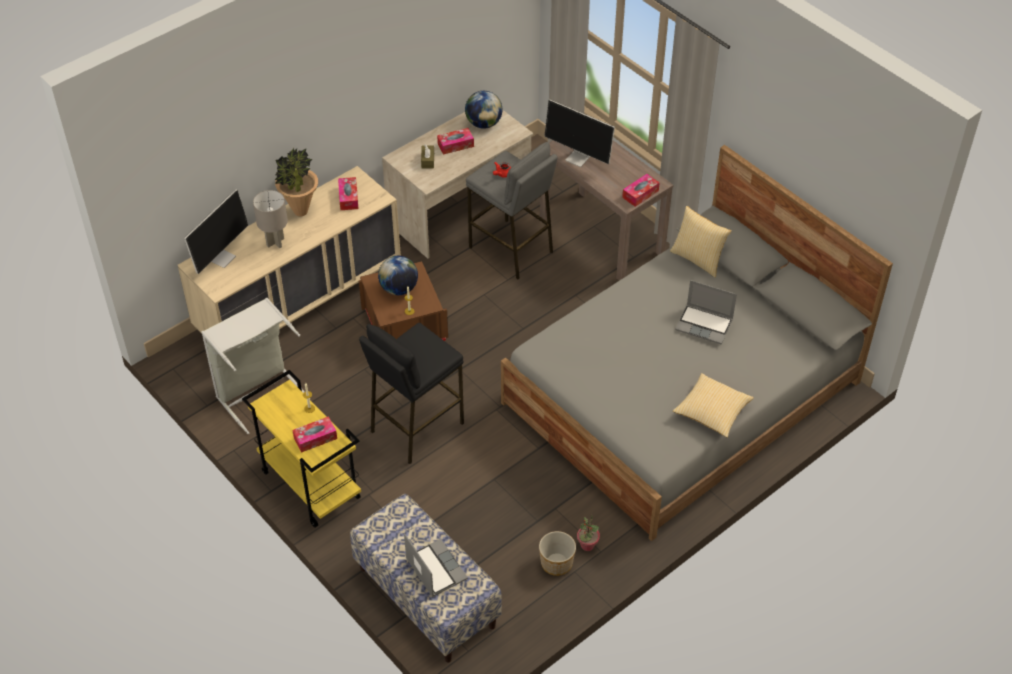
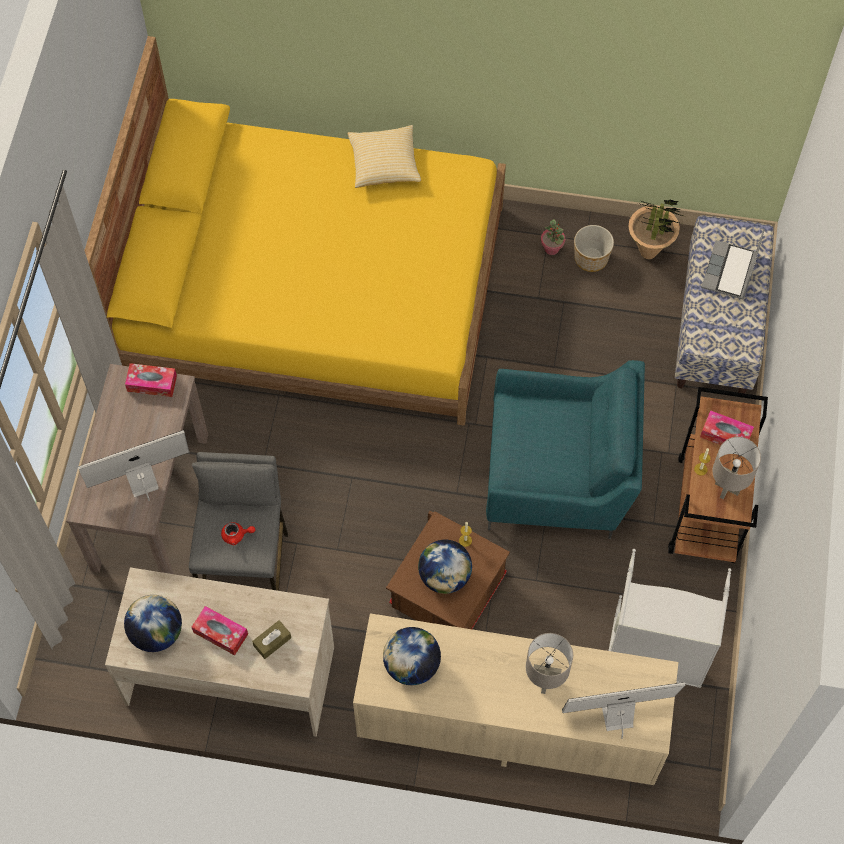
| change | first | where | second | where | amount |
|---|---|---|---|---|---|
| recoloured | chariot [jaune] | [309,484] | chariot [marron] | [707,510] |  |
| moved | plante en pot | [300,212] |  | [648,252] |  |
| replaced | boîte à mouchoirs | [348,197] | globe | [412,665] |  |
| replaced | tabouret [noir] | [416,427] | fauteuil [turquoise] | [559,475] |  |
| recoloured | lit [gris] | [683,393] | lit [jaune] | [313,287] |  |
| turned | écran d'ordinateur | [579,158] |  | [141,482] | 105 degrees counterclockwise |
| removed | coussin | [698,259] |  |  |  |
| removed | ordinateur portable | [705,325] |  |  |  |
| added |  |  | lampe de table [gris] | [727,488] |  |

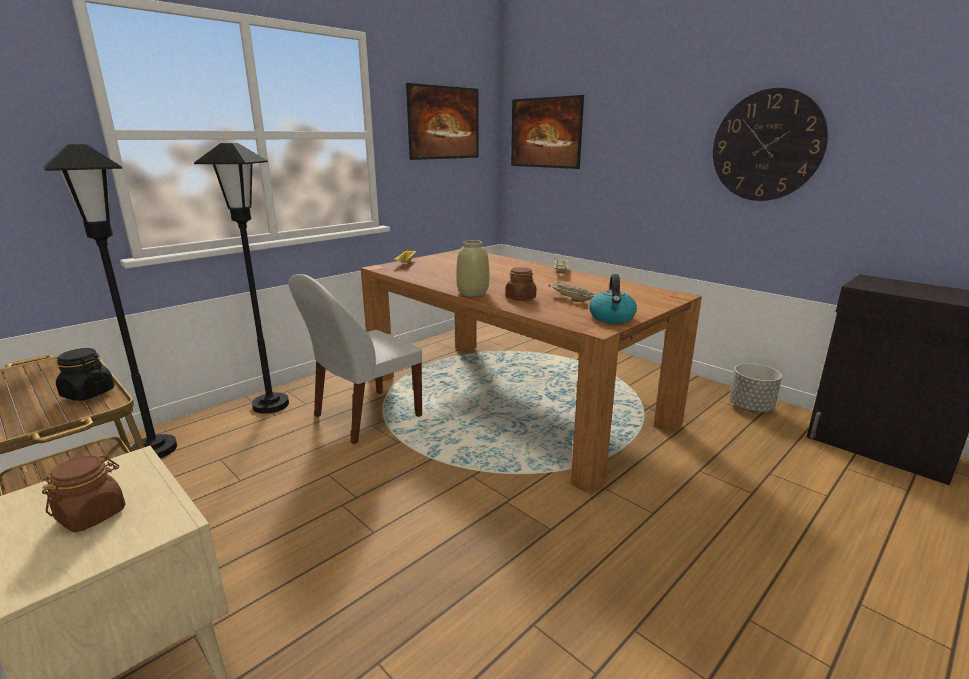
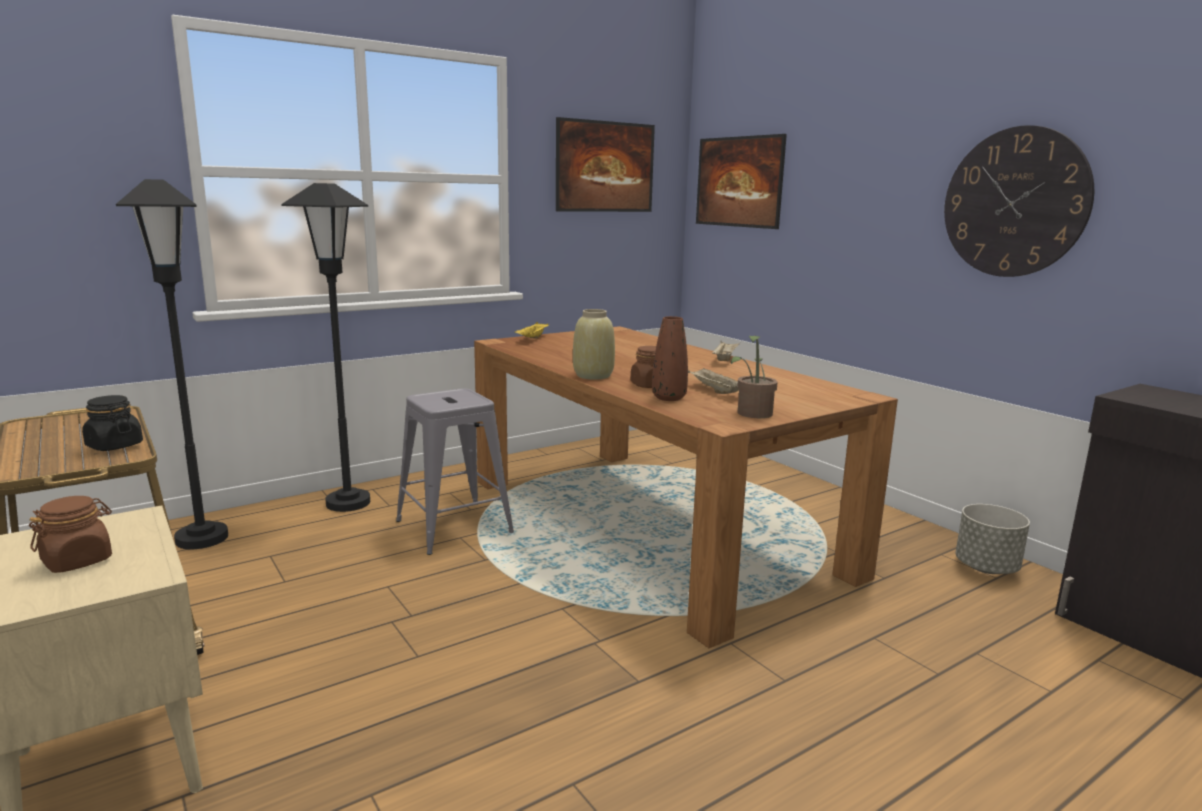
| change | first | where | second | where | amount |
|---|---|---|---|---|---|
| replaced | chaise [blanc] | [365,417] | tabouret [gris] | [455,527] |  |
| replaced | bouilloire | [612,318] | plante en pot | [752,414] |  |
| added |  |  | vase [marron] | [669,398] |  |

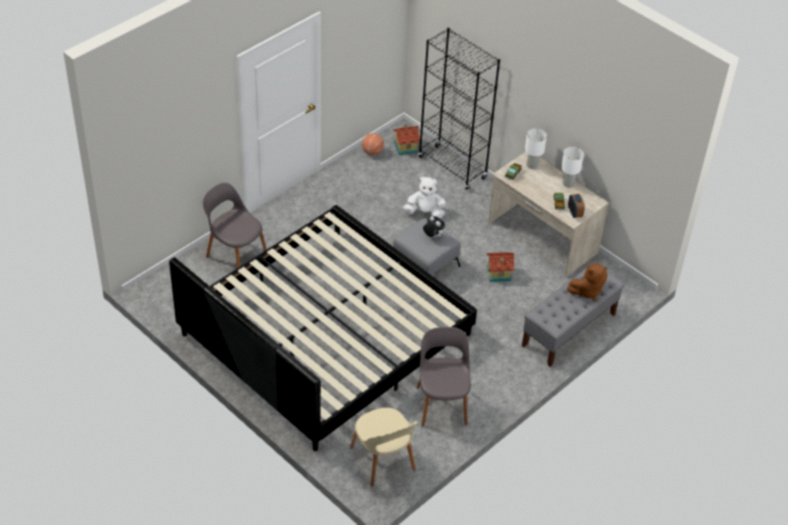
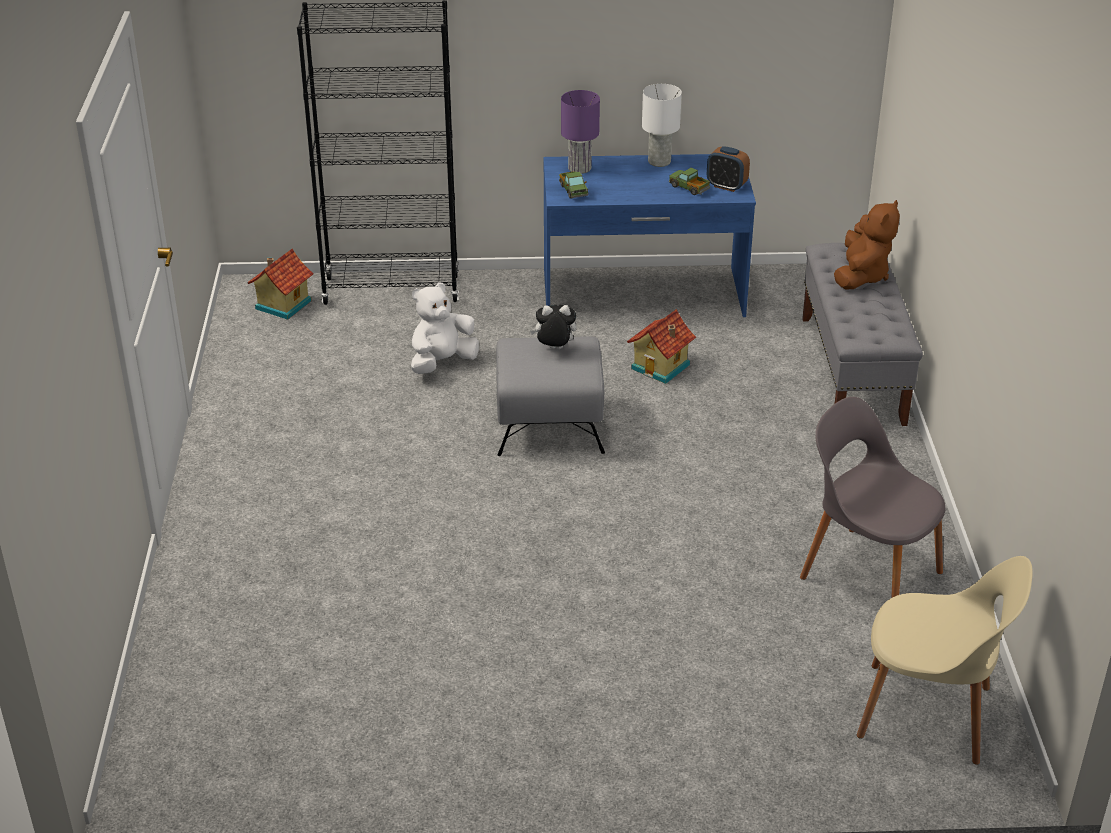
| change | first | where | second | where | amount |
|---|---|---|---|---|---|
| removed | lit | [326,334] |  |  |  |
| removed | chaise [gris] | [235,255] |  |  |  |
| removed | ballon de basket | [372,152] |  |  |  |
| recoloured | bureau [beige] | [542,238] | bureau [bleu] | [643,294] |  |
| recoloured | lampe de table [blanc] | [532,165] | lampe de table [violet] | [579,169] |  |

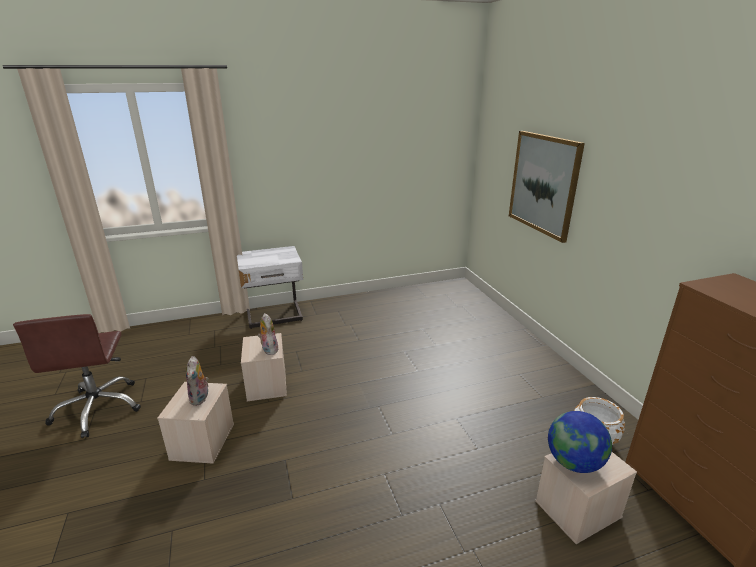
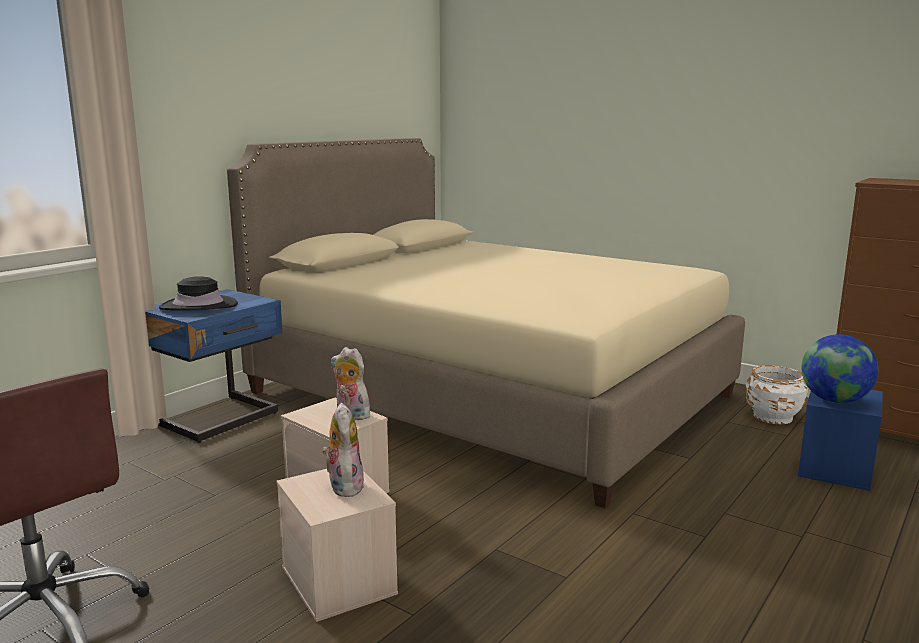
| change | first | where | second | where | amount |
|---|---|---|---|---|---|
| turned | peluche | [200,398] |  | [343,486] | 150 degrees counterclockwise |
| recoloured | table de chevet [blanc] | [275,316] | table de chevet [bleu] | [220,419] |  |
| removed | tableau | [543,184] |  |  |  |
| recoloured | boîte de rangement [beige] | [577,510] | boîte de rangement [bleu] | [836,468] |  |
| added |  |  | chapeau [noir] | [199,306] |  |
| added |  |  | lit [beige] | [489,394] |  |

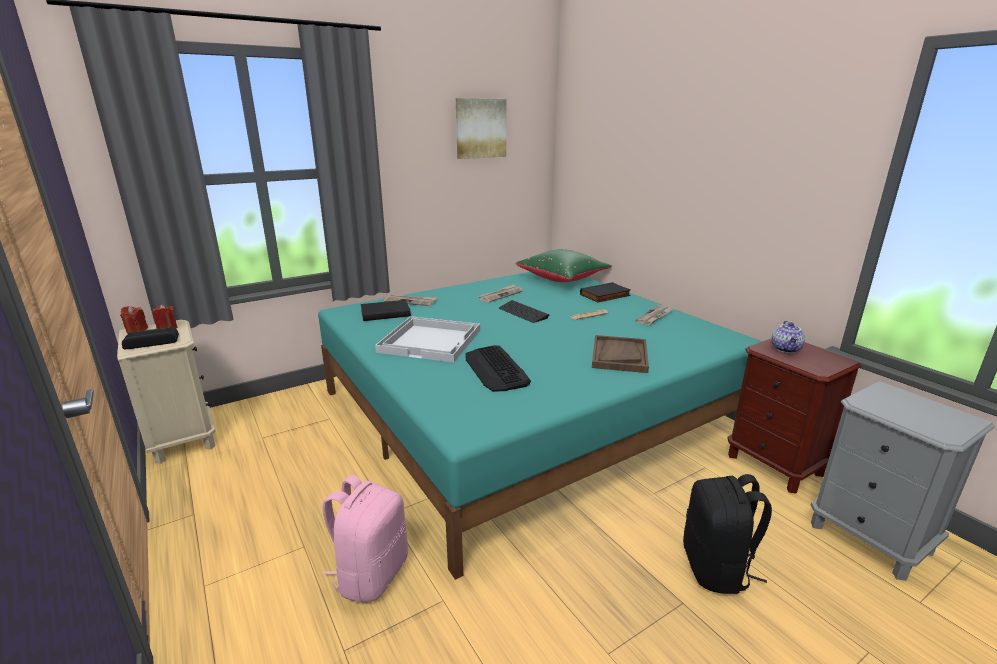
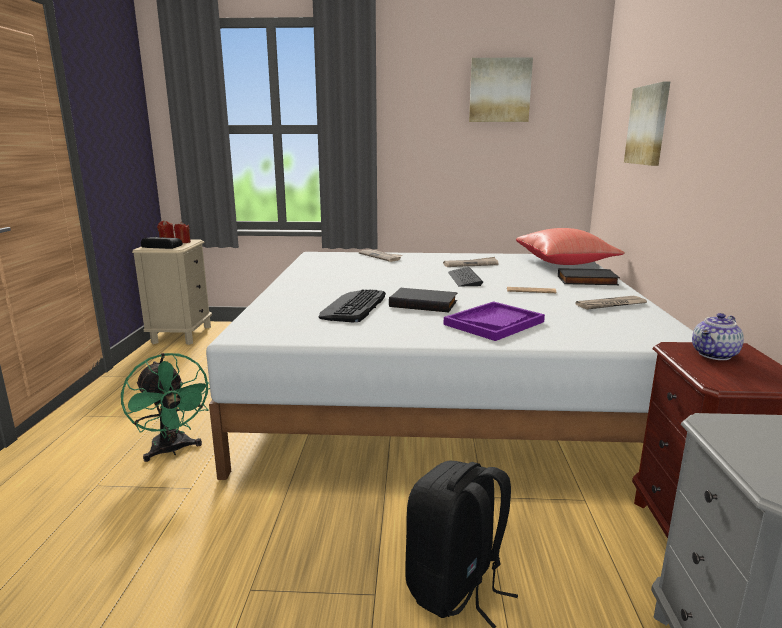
| change | first | where | second | where | amount |
|---|---|---|---|---|---|
| recoloured | lit [turquoise] | [524,411] | lit [blanc] | [445,388] |  |
| replaced | sac à dos [rose] | [371,574] | ventilateur [vert] | [172,450] |  |
| moved | livre [noir] | [385,313] |  | [424,303] |  |
| removed | plateau [blanc] | [431,340] |  |  |  |
| recoloured | coussin [vert] | [563,279] | coussin [rouge] | [565,263] |  |
| recoloured | plateau [marron] | [619,355] | plateau [violet] | [494,323] |  |
| added |  |  | tableau | [648,125] |  |

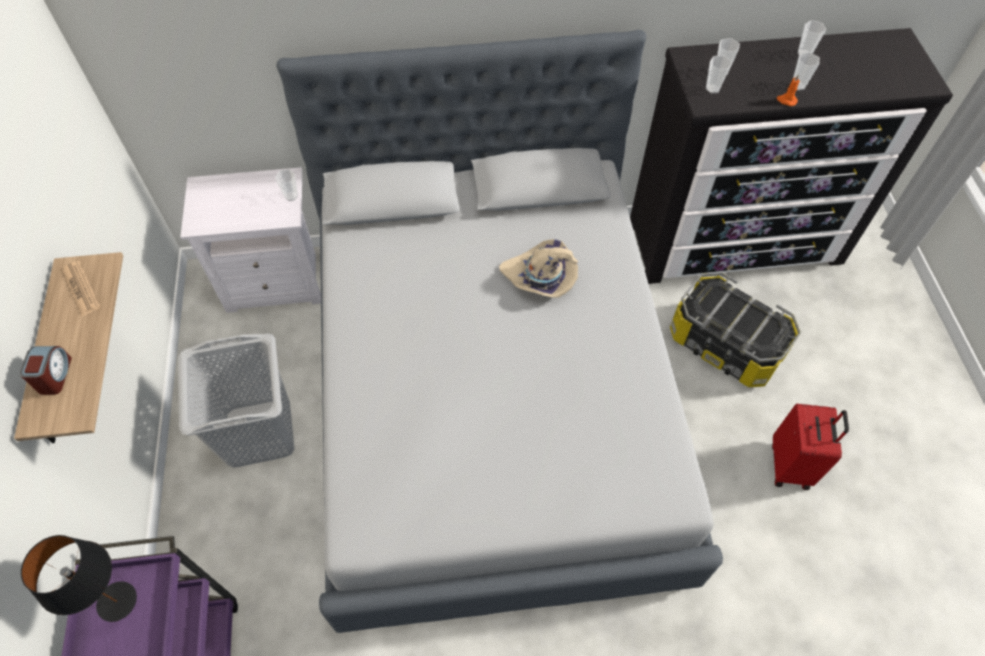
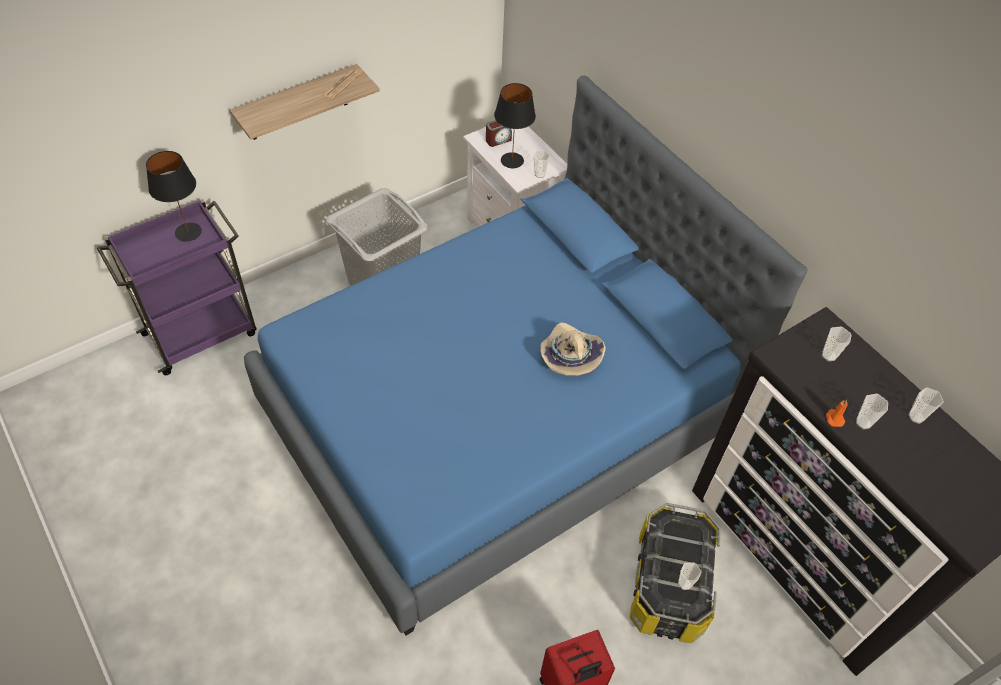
| change | first | where | second | where | amount |
|---|---|---|---|---|---|
| moved | réveil | [55,376] |  | [498,140] |  |
| recoloured | lit [gris] | [493,398] | lit [bleu] | [497,417] |  |
| moved | tasse | [712,89] |  | [684,583] |  |
| added |  |  | lampe de table [noir] | [512,160] |  |

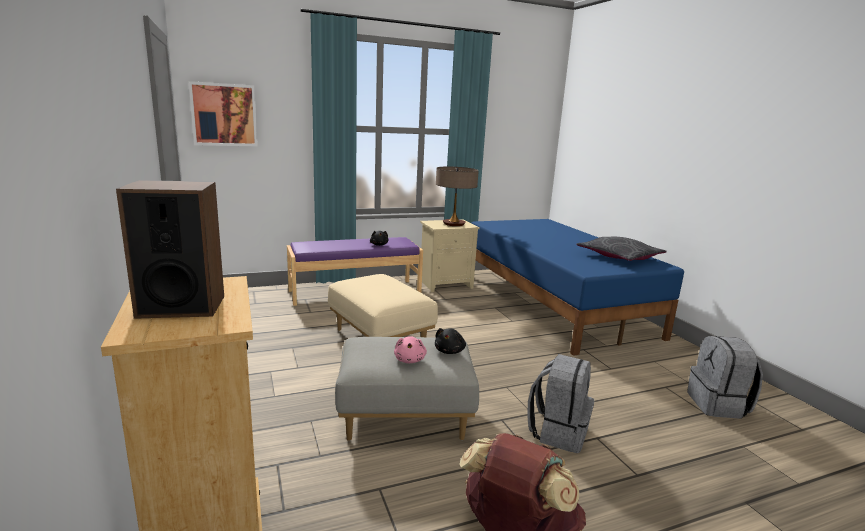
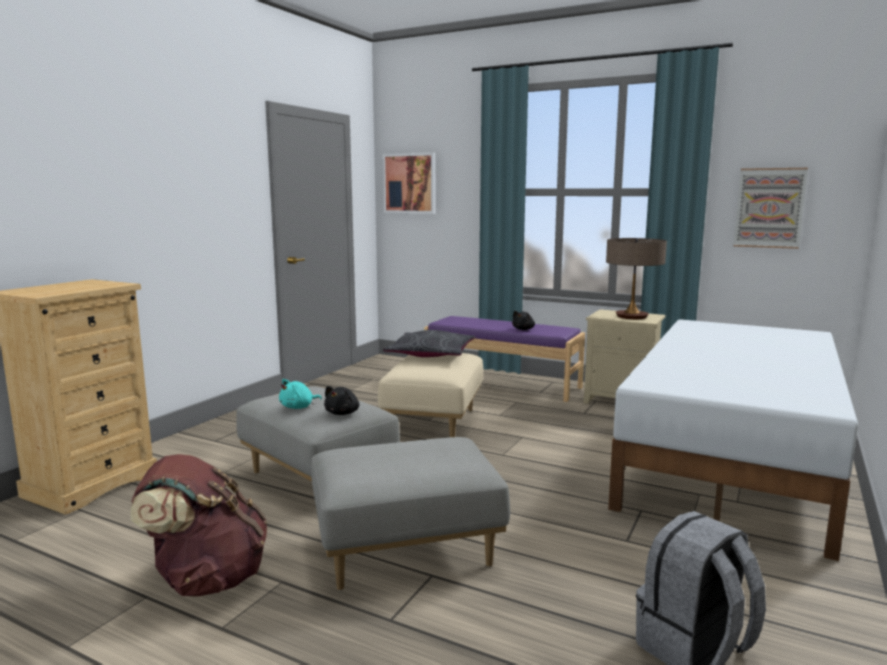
| change | first | where | second | where | amount |
|---|---|---|---|---|---|
| removed | enceinte | [181,306] |  |  |  |
| recoloured | peluche [rose] | [410,360] | peluche [turquoise] | [298,407] |  |
| turned | peluche [noir] | [450,351] |  | [343,413] | 45 degrees counterclockwise |
| recoloured | lit [bleu] | [554,303] | lit [blanc] | [733,458] |  |
| replaced | sac à dos [gris] | [558,432] | pouf [gris] | [407,550] |  |
| moved | coussin [gris] | [619,257] |  | [431,354] |  |
| added |  |  | tableau | [769,208] |  |

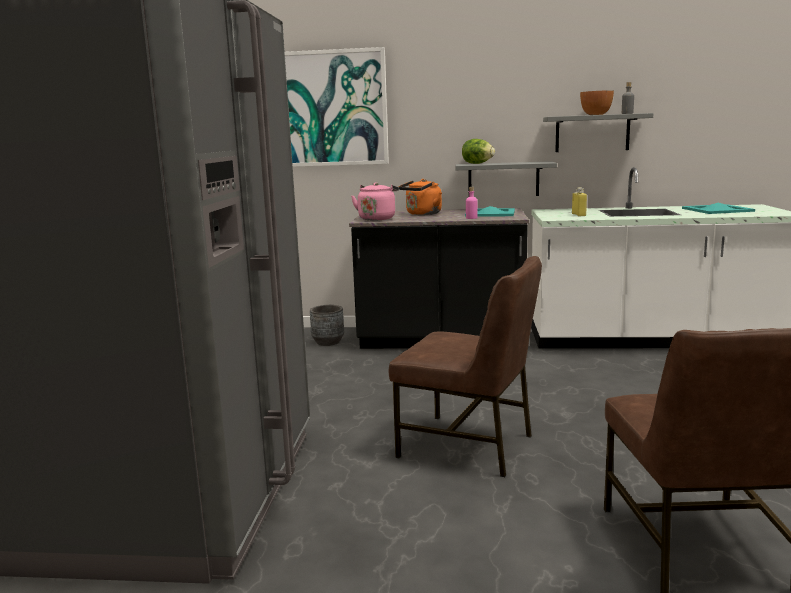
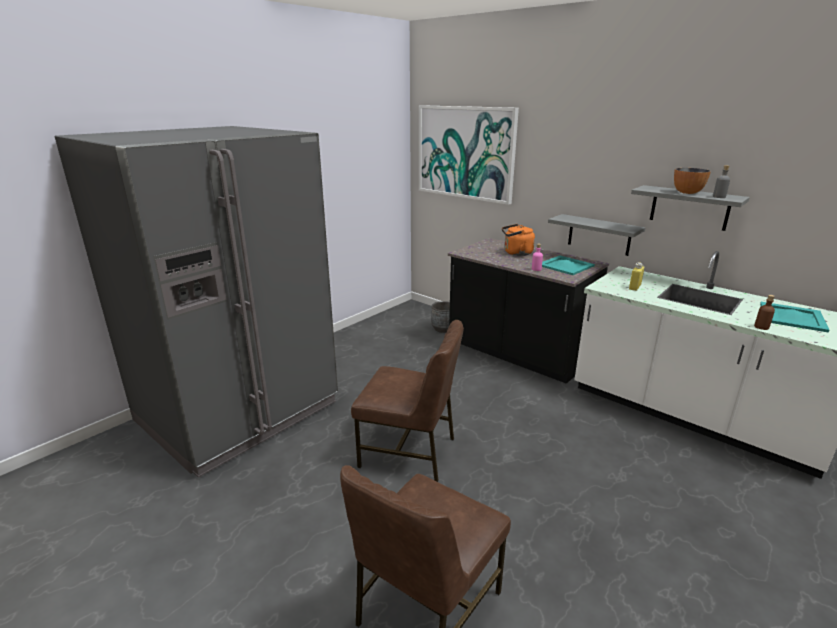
| change | first | where | second | where | amount |
|---|---|---|---|---|---|
| removed | bouilloire [rose] | [377,218] |  |  |  |
| turned | chaise [marron] | [468,446] |  | [409,452] | 45 degrees counterclockwise |
| removed | laitue | [477,163] |  |  |  |
| added |  |  | bouteille [marron] | [761,327] |  |

